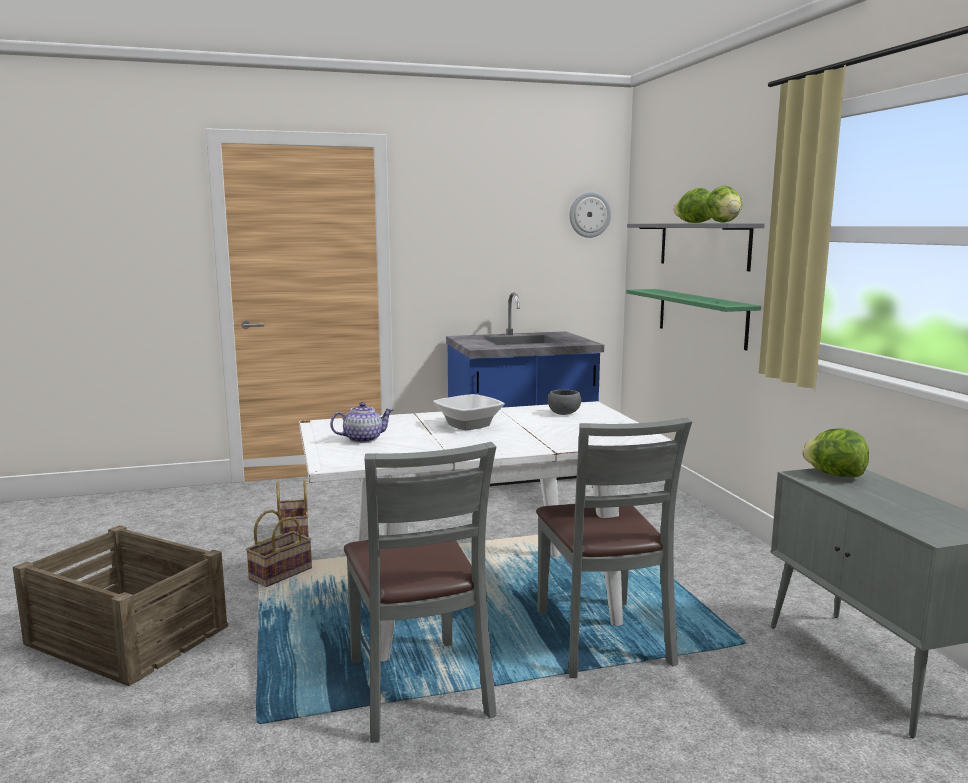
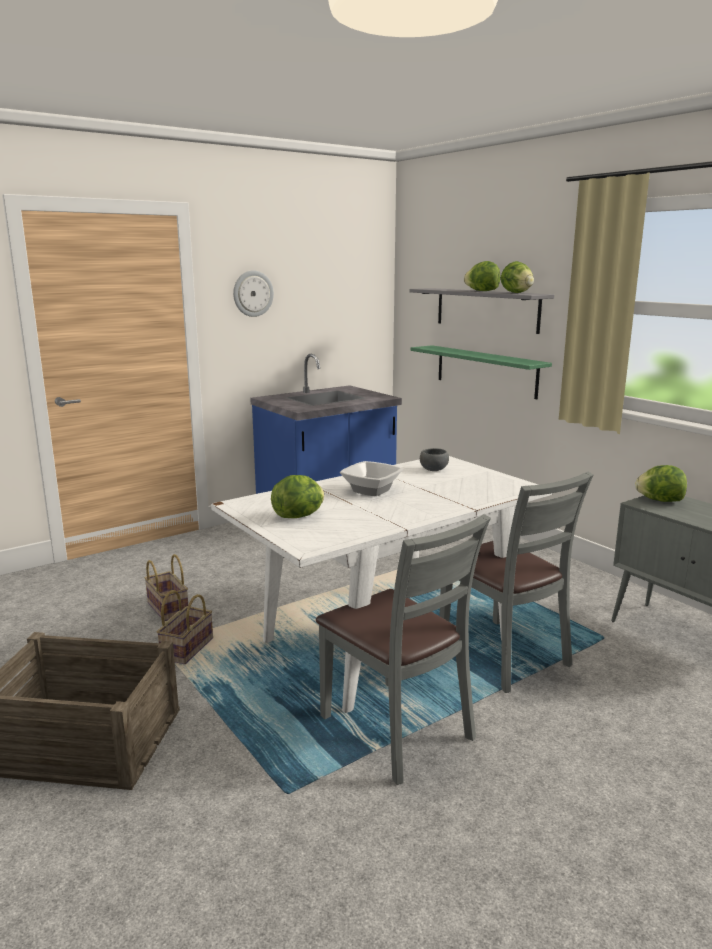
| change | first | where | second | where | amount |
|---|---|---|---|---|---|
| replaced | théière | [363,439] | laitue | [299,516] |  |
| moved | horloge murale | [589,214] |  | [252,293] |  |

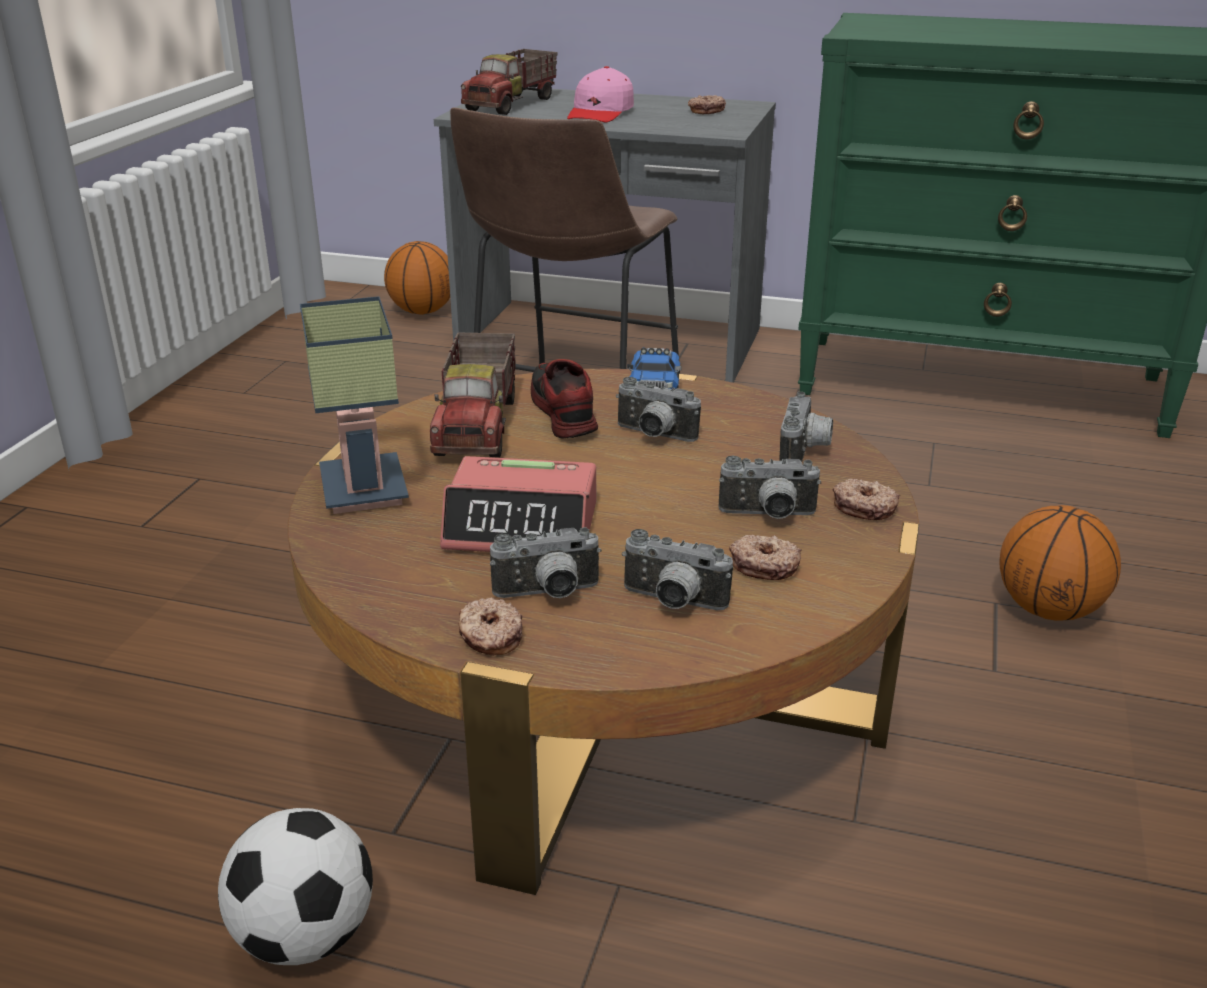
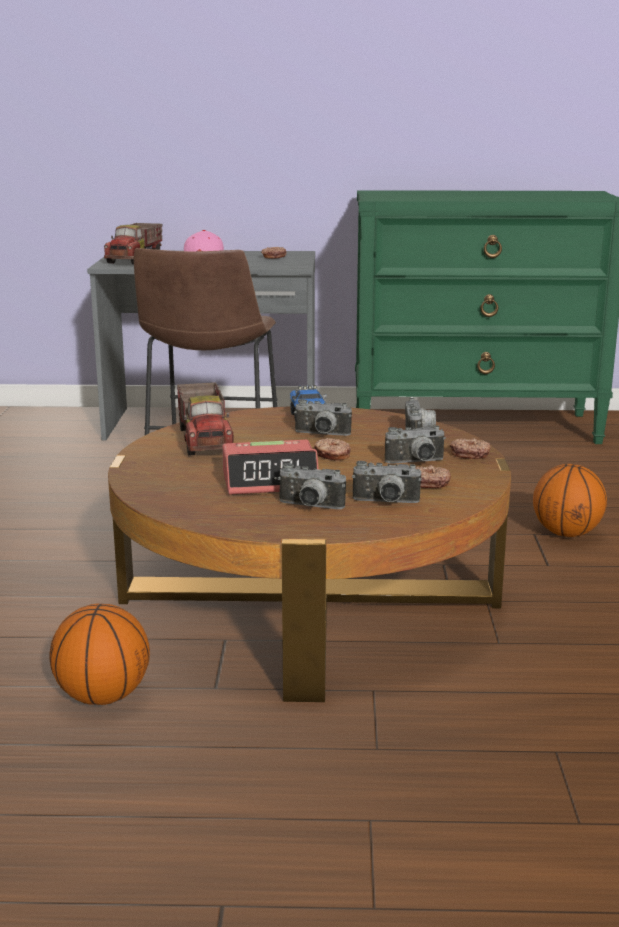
| change | first | where | second | where | amount |
|---|---|---|---|---|---|
| removed | ballon de foot | [305,936] |  |  |  |
| removed | lampe de table | [358,488] |  |  |  |
| moved | ballon de basket | [422,311] |  | [103,696] |  |
| moved | beignet | [490,636] |  | [332,455] |  |
| turned | appareil photo | [548,594] |  | [309,507] | 45 degrees clockwise |
| removed | chaussure | [562,413] |  |  |  |

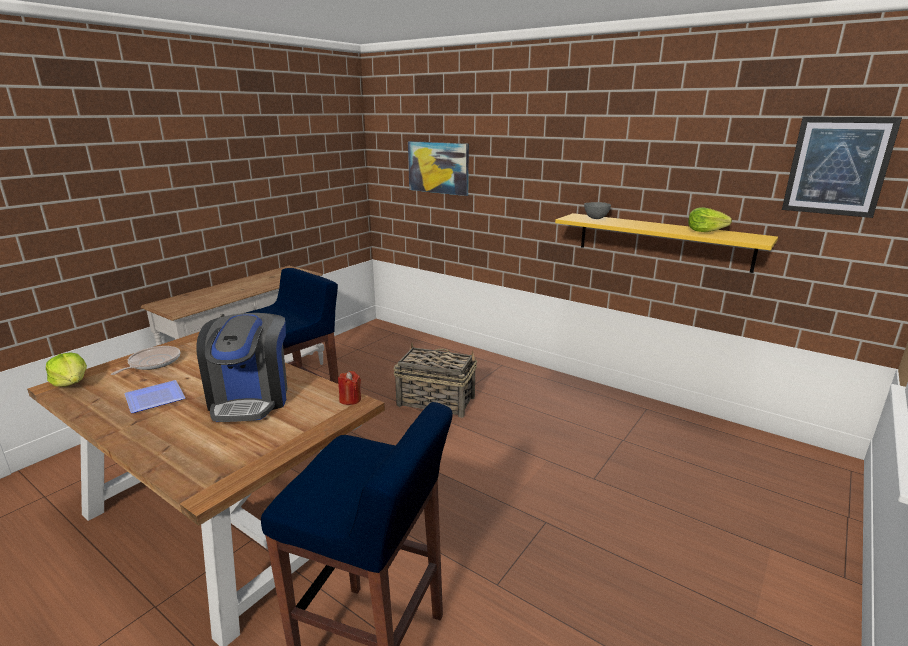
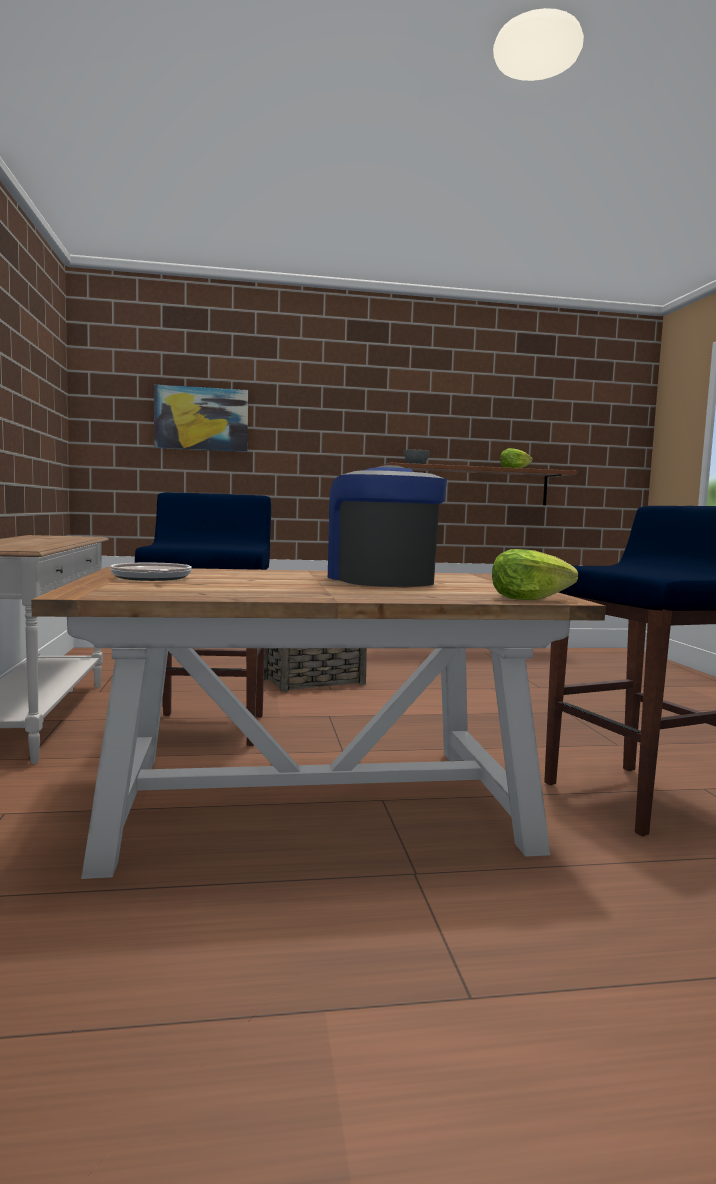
| change | first | where | second | where | amount |
|---|---|---|---|---|---|
| moved | laitue | [71,383] |  | [528,599] |  |
| removed | assiette | [157,397] |  |  |  |
| turned | machine à café | [251,399] |  | [380,580] | 150 degrees counterclockwise |
| removed | bougie [rouge] | [350,399] |  |  |  |
| recoloured | étagère [jaune] | [662,241] | étagère [marron] | [471,485] |  |
| removed | tableau | [837,166] |  |  |  |

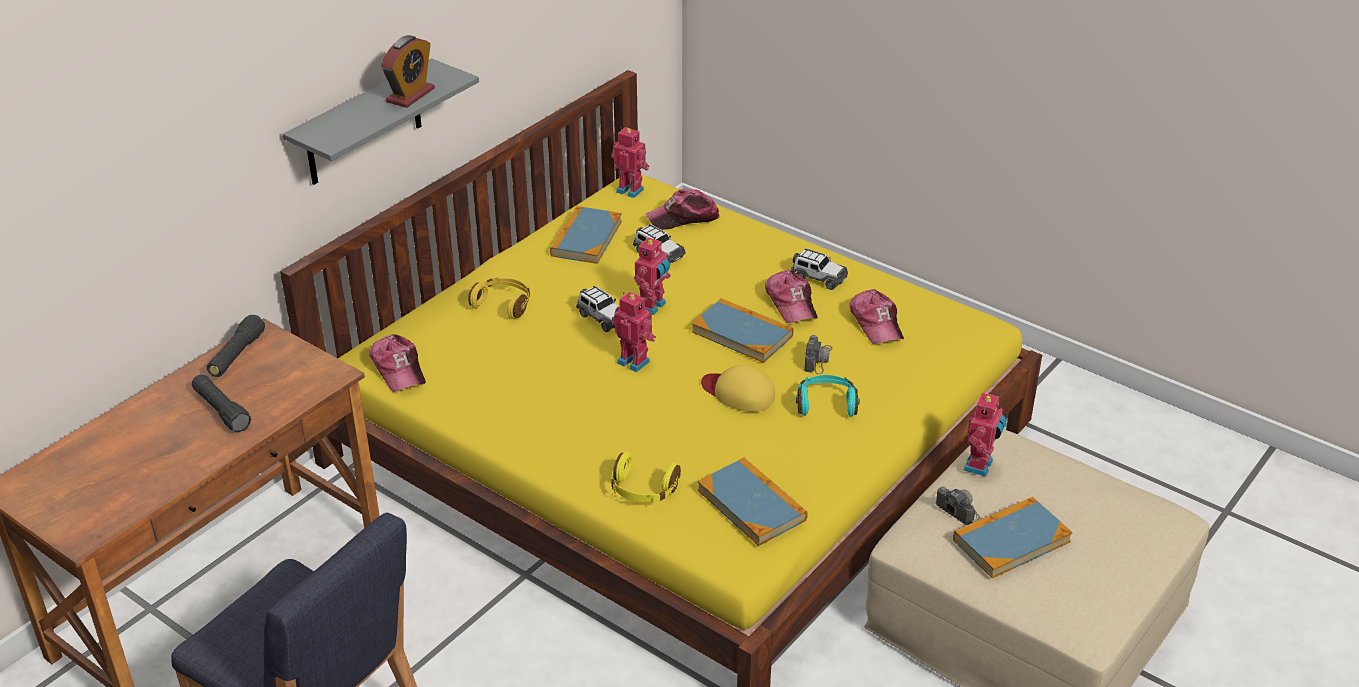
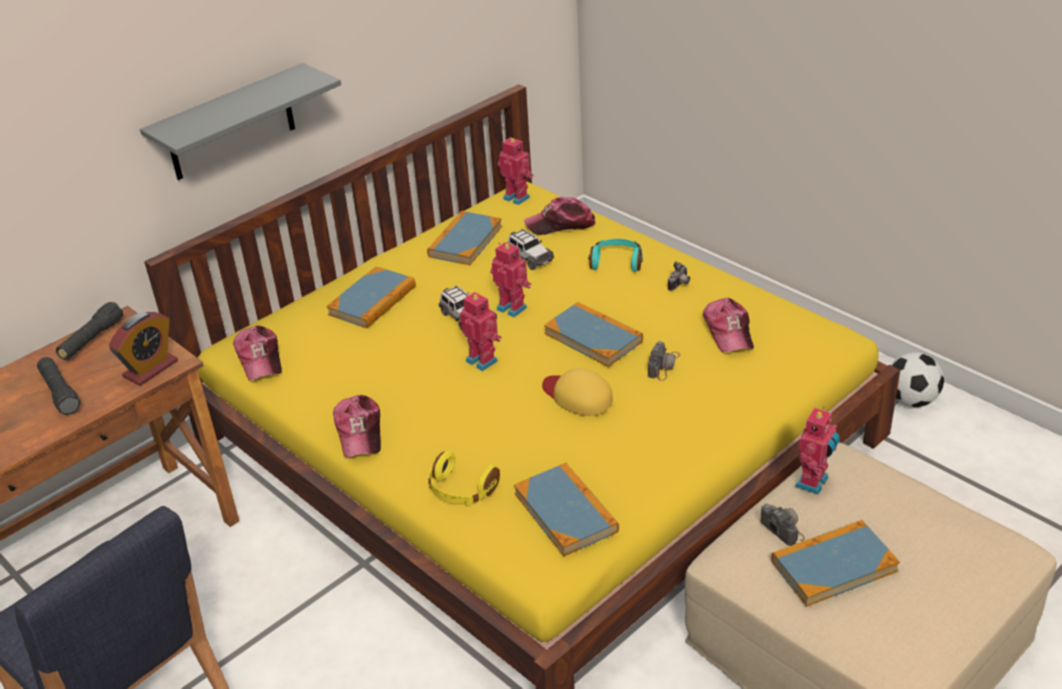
| change | first | where | second | where | amount |
|---|---|---|---|---|---|
| moved | réveil | [410,95] |  | [150,369] |  |
| replaced | casque audio [jaune] | [503,304] | livre | [372,301] |  |
| turned | robot jouet | [652,306] |  | [513,307] | 90 degrees counterclockwise |
| moved | casquette | [791,303] |  | [360,432] |  |
| replaced | petite voiture | [818,278] | appareil photo | [680,285] |  |
| moved | casque audio [turquoise] | [826,404] |  | [616,262] |  |
| added |  |  | ballon de foot | [911,400] |  |

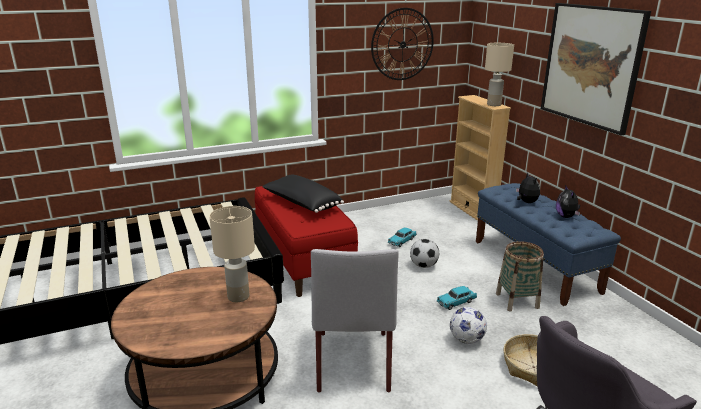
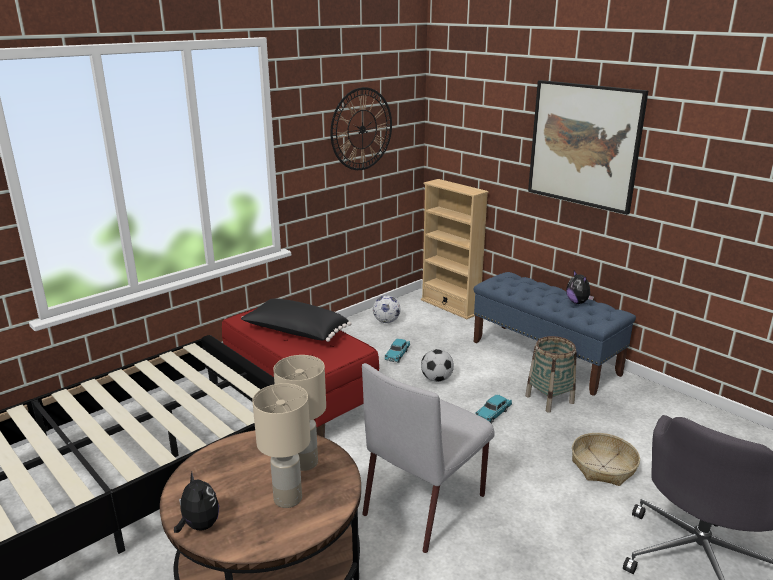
| change | first | where | second | where | amount |
|---|---|---|---|---|---|
| turned | chaise [gris] | [353,359] |  | [426,503] | 60 degrees clockwise |
| moved | ballon de foot | [466,340] |  | [386,321] |  |
| moved | lampe de table [beige] | [494,104] |  | [288,498] |  |
| moved | peluche | [526,202] |  | [199,525] |  |

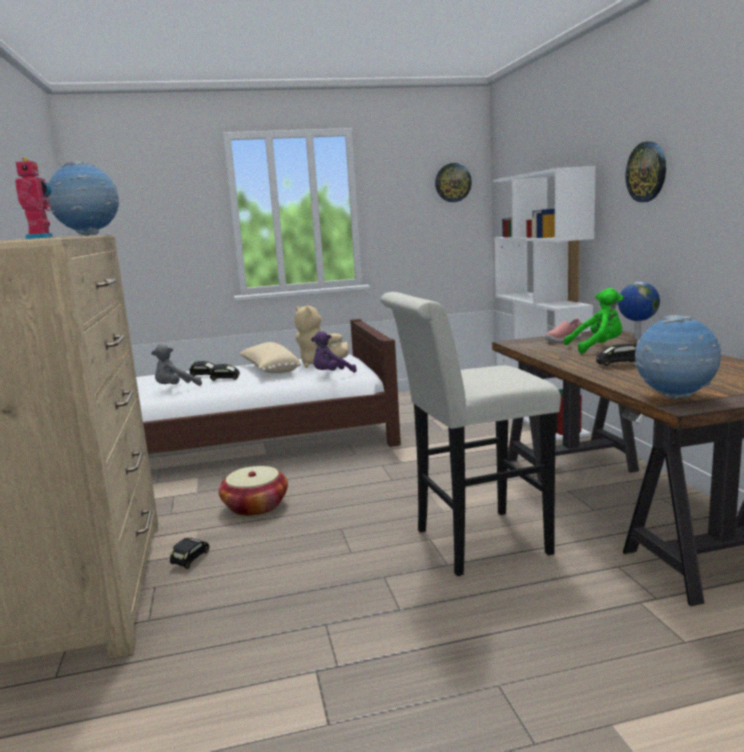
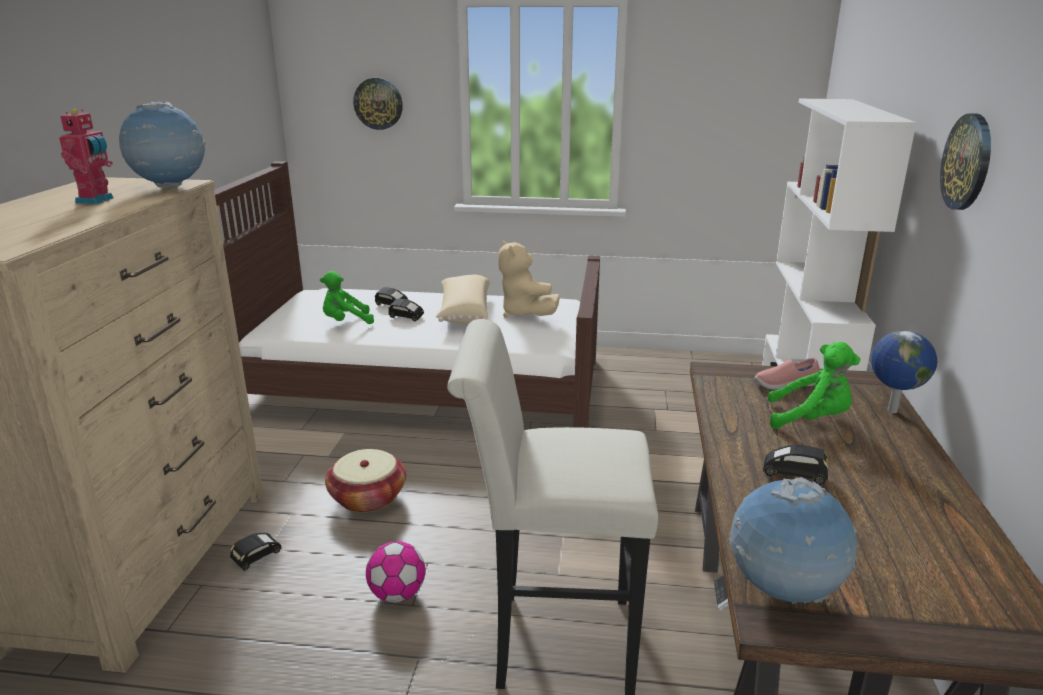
| change | first | where | second | where | amount |
|---|---|---|---|---|---|
| recoloured | peluche [gris] | [175,388] | peluche [vert] | [346,322] |  |
| removed | peluche [violet] | [331,374] |  |  |  |
| moved | horloge murale | [453,182] |  | [378,103] |  |
| added |  |  | ballon de foot | [397,594] |  |

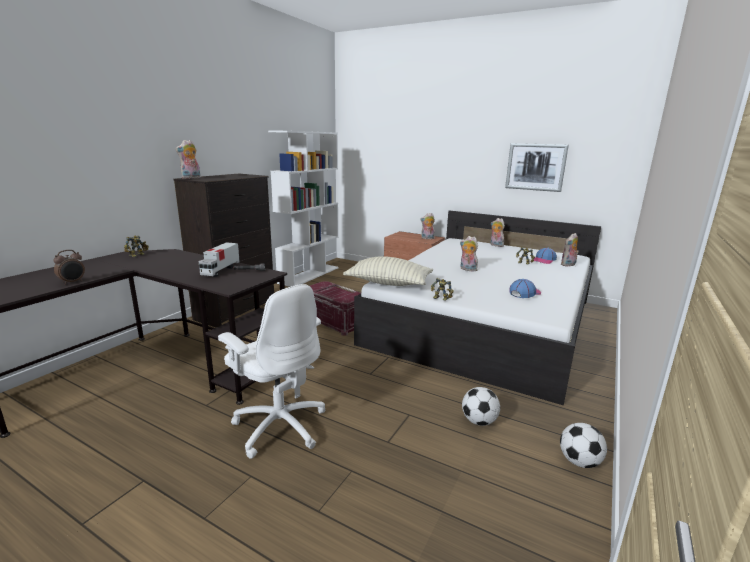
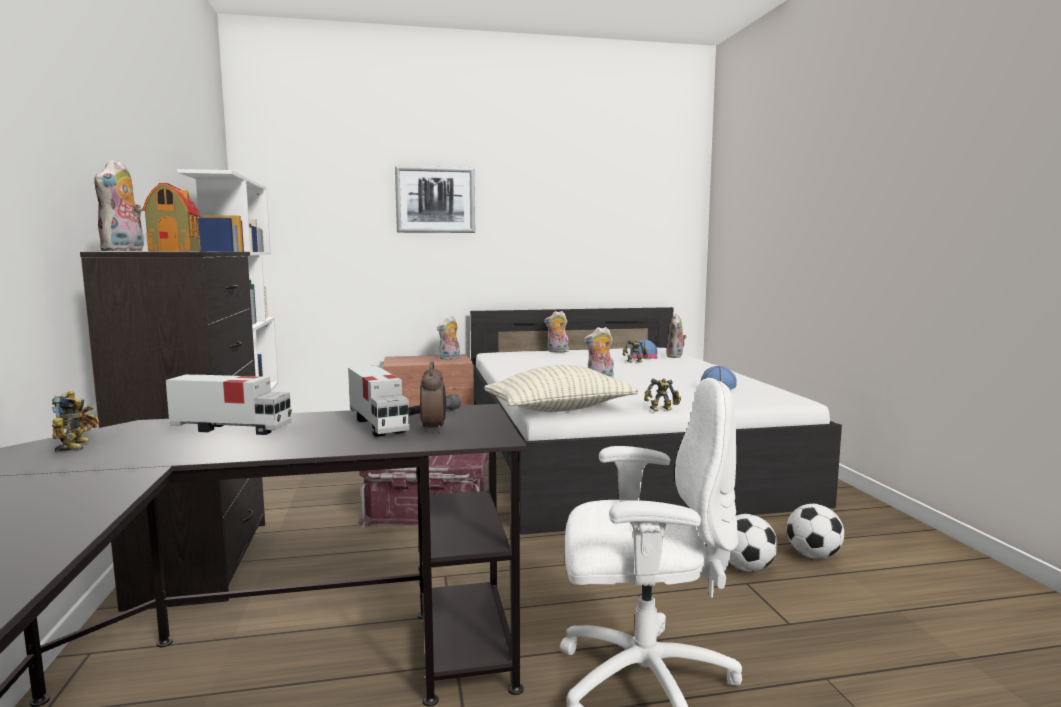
| change | first | where | second | where | amount |
|---|---|---|---|---|---|
| moved | réveil | [73,282] |  | [434,429] |  |
| moved | tableau | [535,167] |  | [435,200] |  |
| moved | ballon de foot | [579,462] |  | [747,568] |  |
| added |  |  | maison miniature | [176,251] |  |
| added |  |  | camion jouet | [232,429] |  |

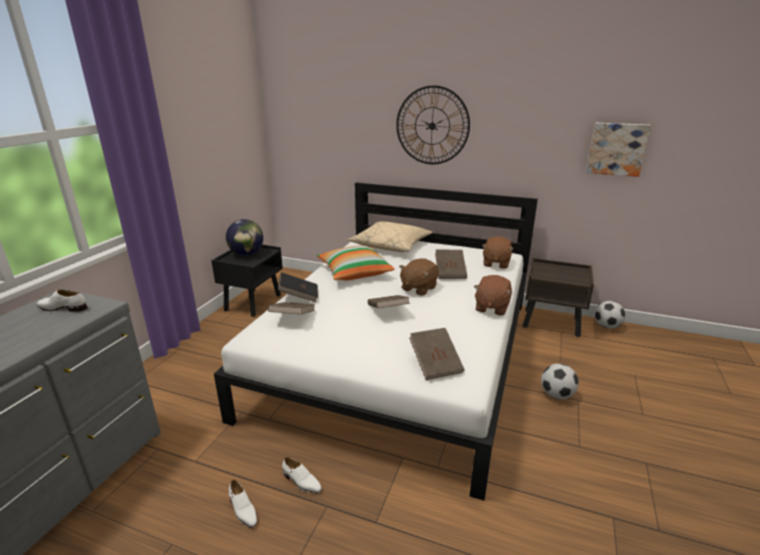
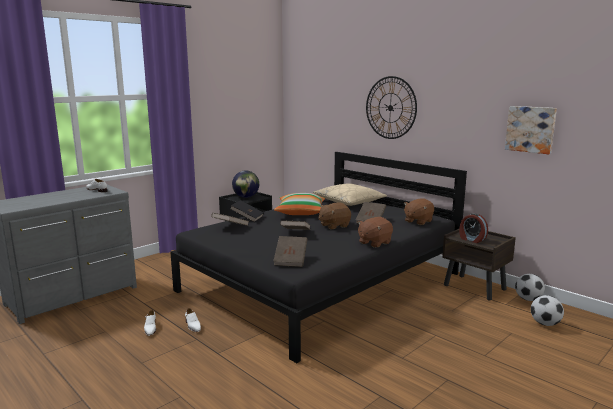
| change | first | where | second | where | amount |
|---|---|---|---|---|---|
| recoloured | lit [blanc] | [401,354] | lit [noir] | [322,282] |  |
| moved | ballon de foot | [556,395] |  | [545,324] |  |
| added |  |  | réveil | [472,239] |  |

